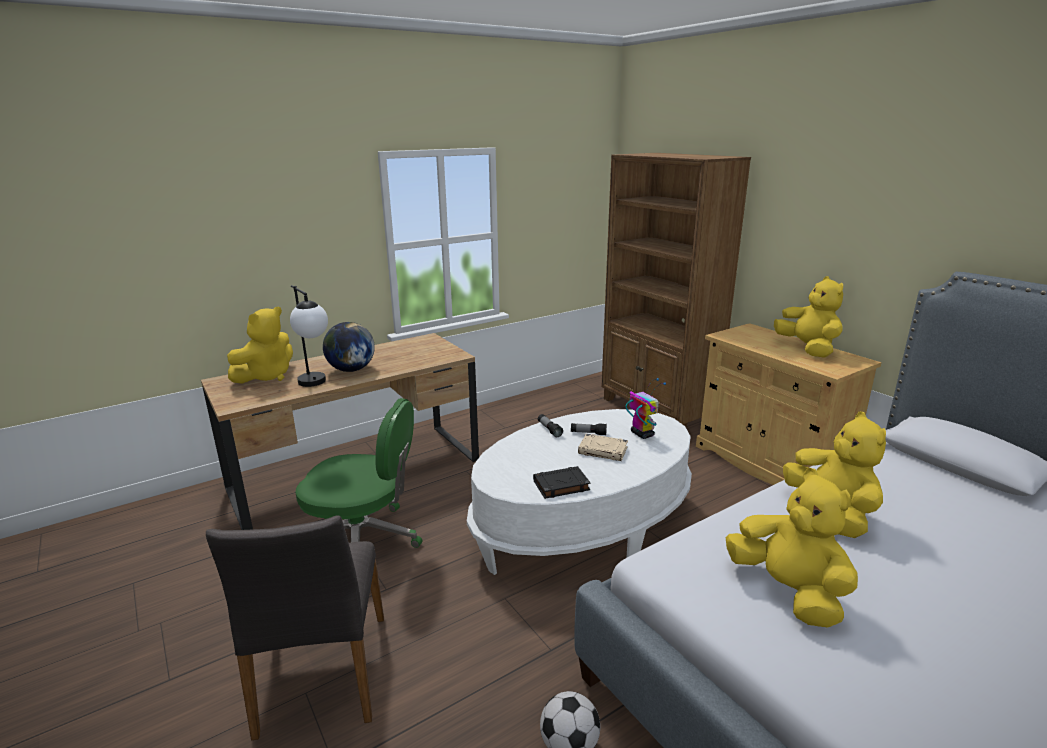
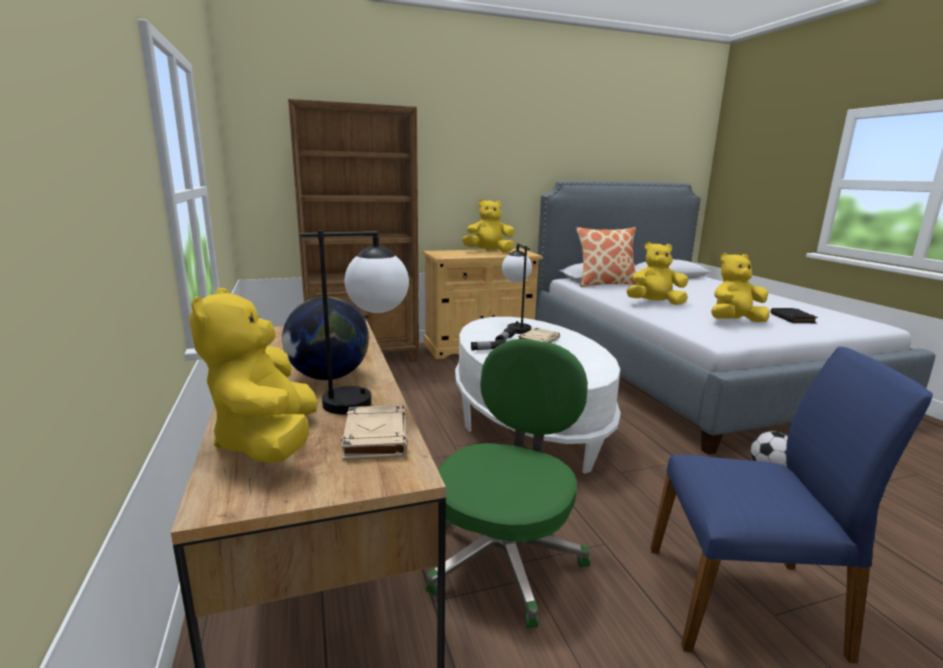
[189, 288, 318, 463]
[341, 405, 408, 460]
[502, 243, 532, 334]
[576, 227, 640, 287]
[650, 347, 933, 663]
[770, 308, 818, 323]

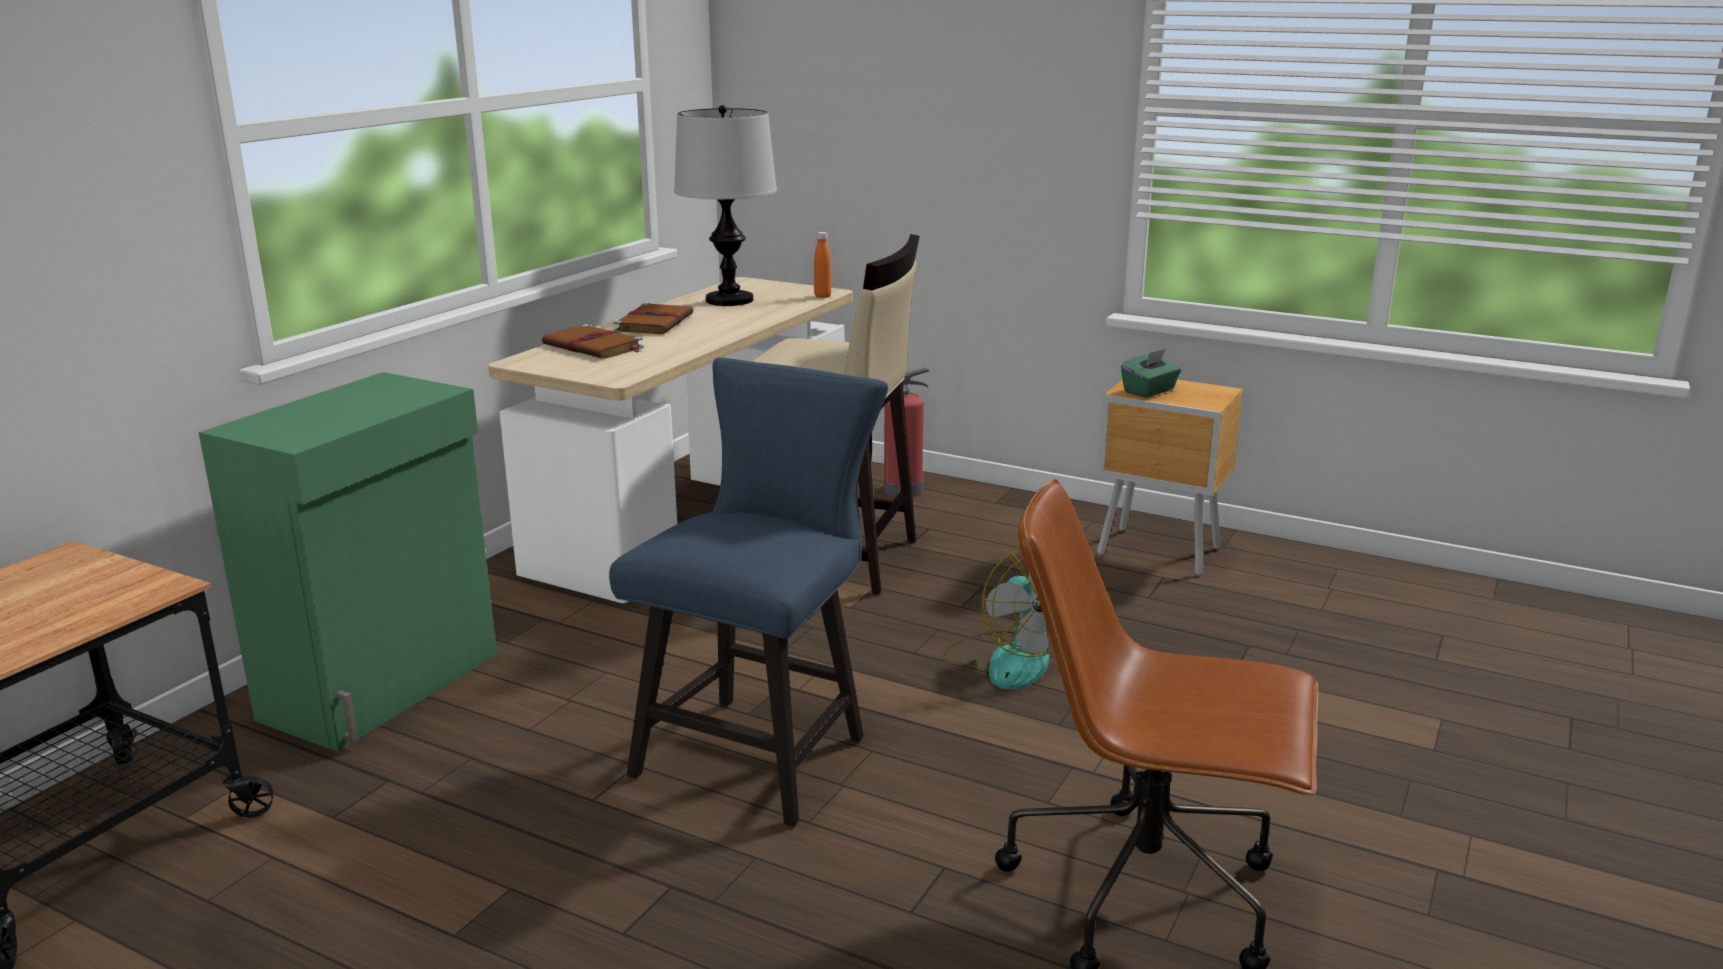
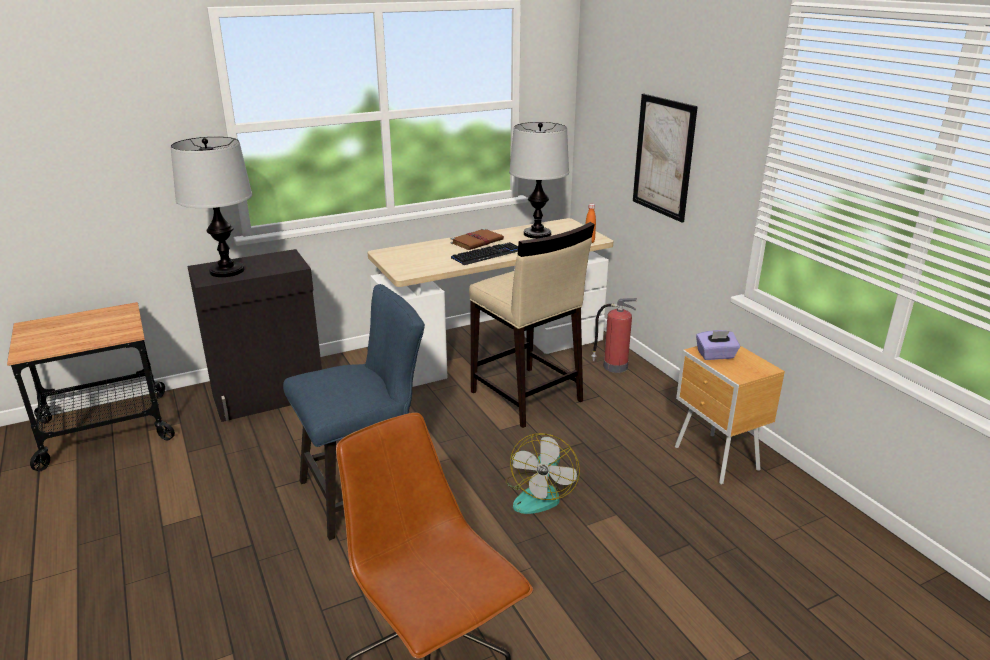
[171, 137, 252, 277]
[187, 249, 322, 422]
[451, 242, 518, 265]
[633, 94, 698, 223]
[696, 330, 740, 360]
[542, 324, 644, 359] (first image)

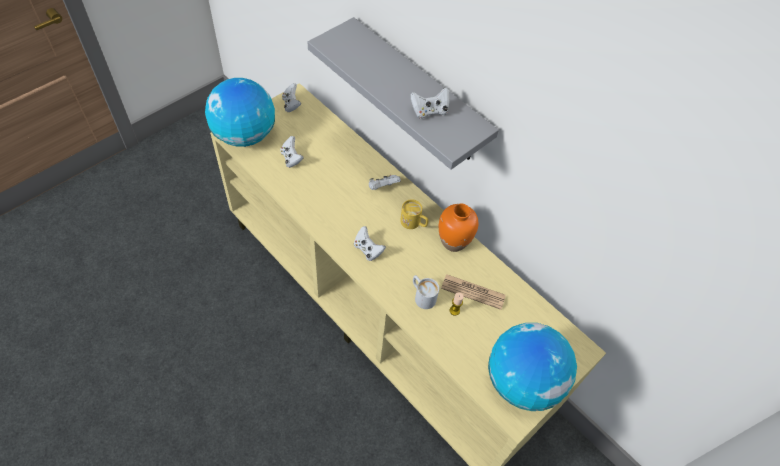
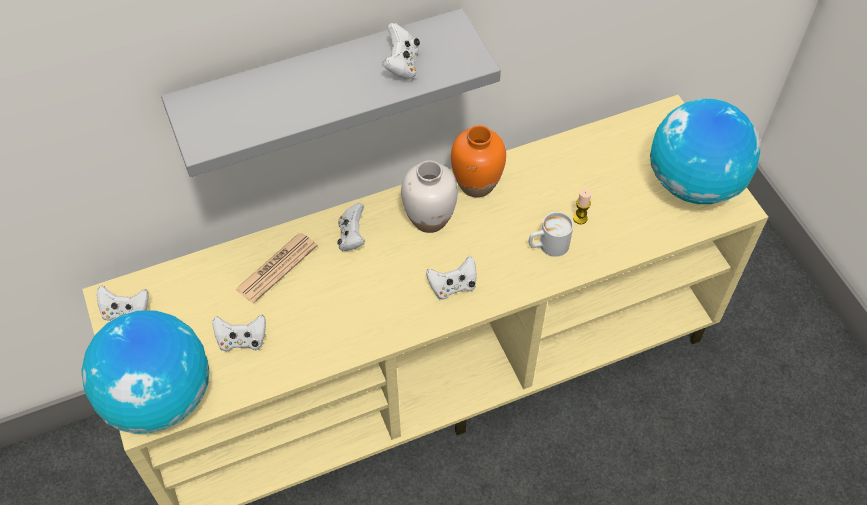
[235, 233, 318, 303]
[401, 160, 458, 233]

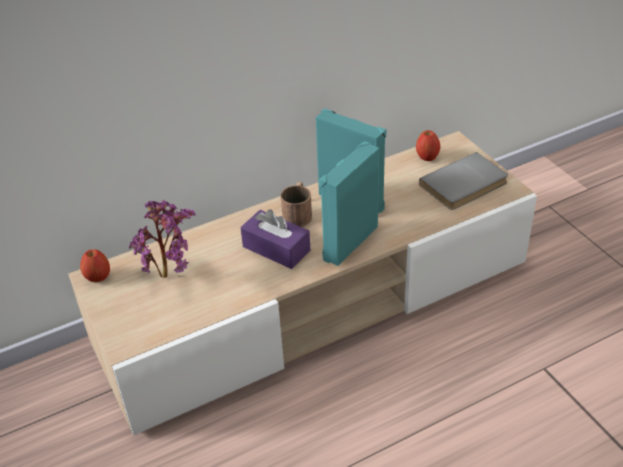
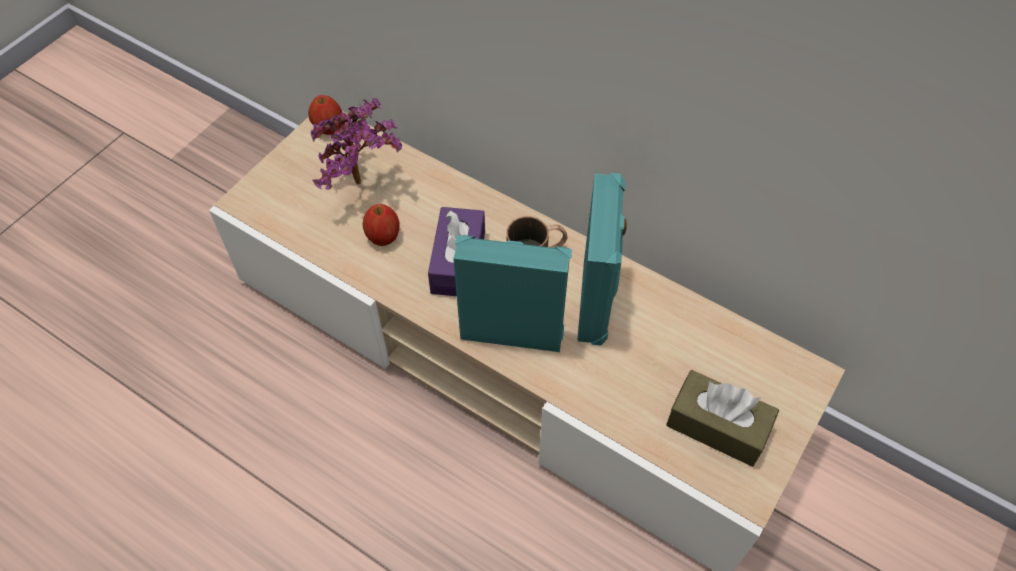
[363, 204, 400, 246]
[666, 370, 779, 467]

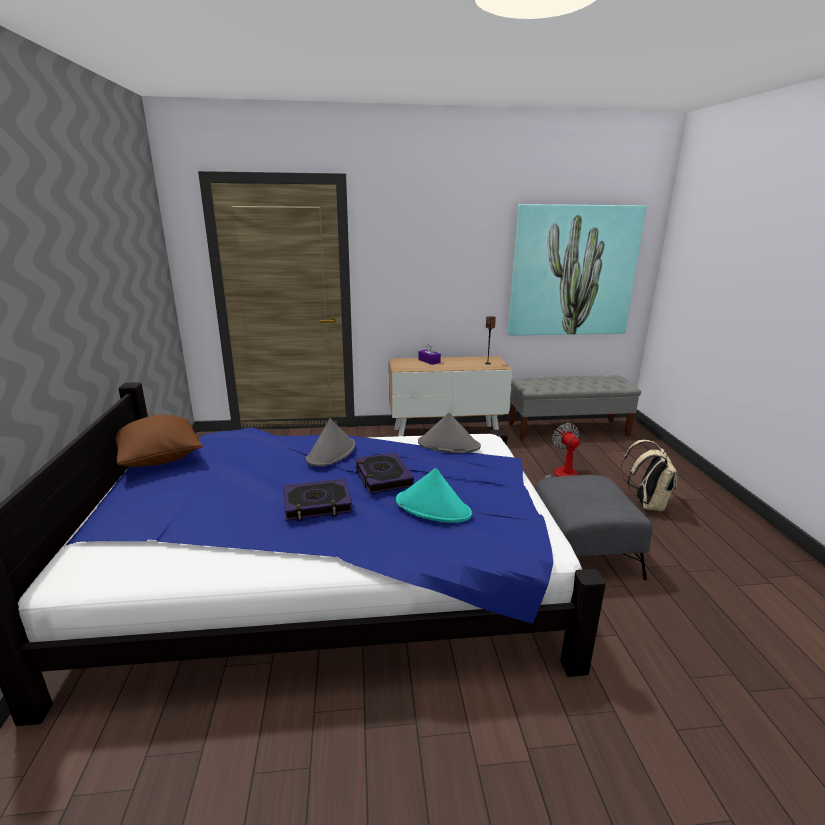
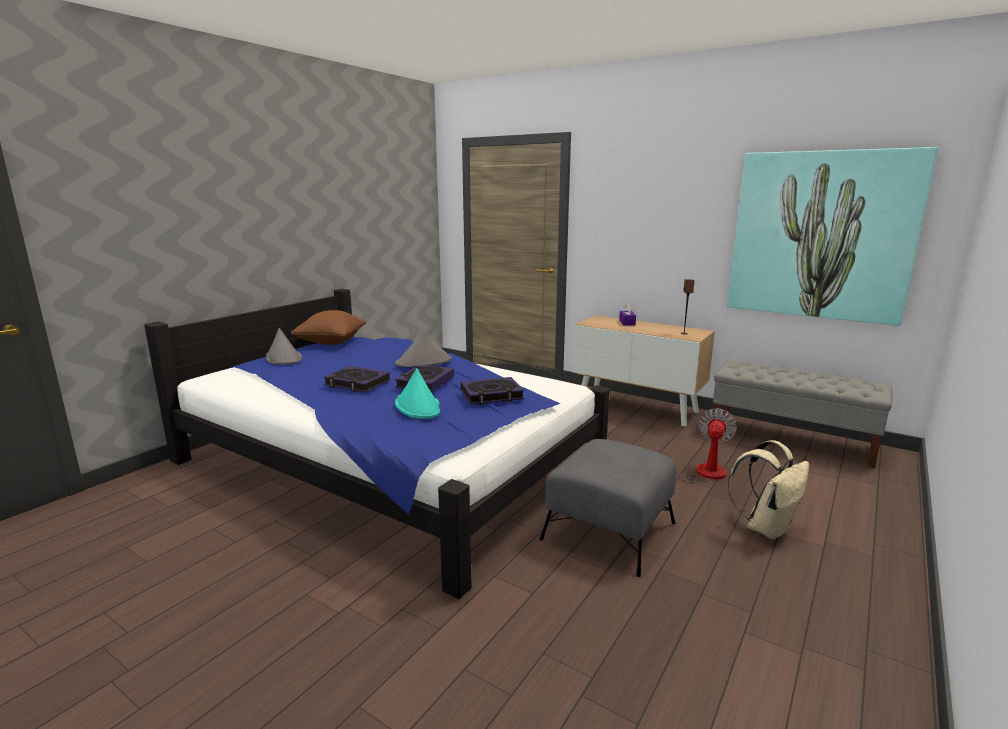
[265, 328, 302, 365]
[461, 377, 524, 405]

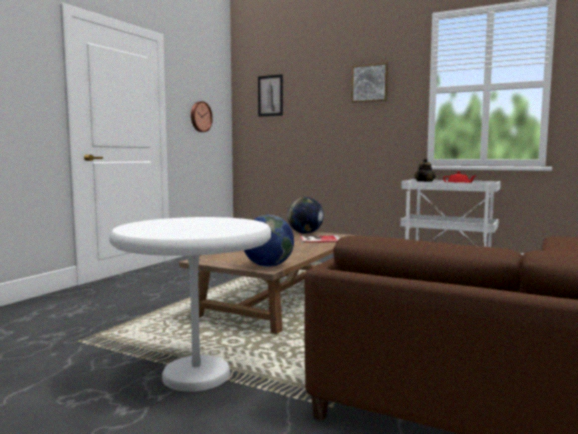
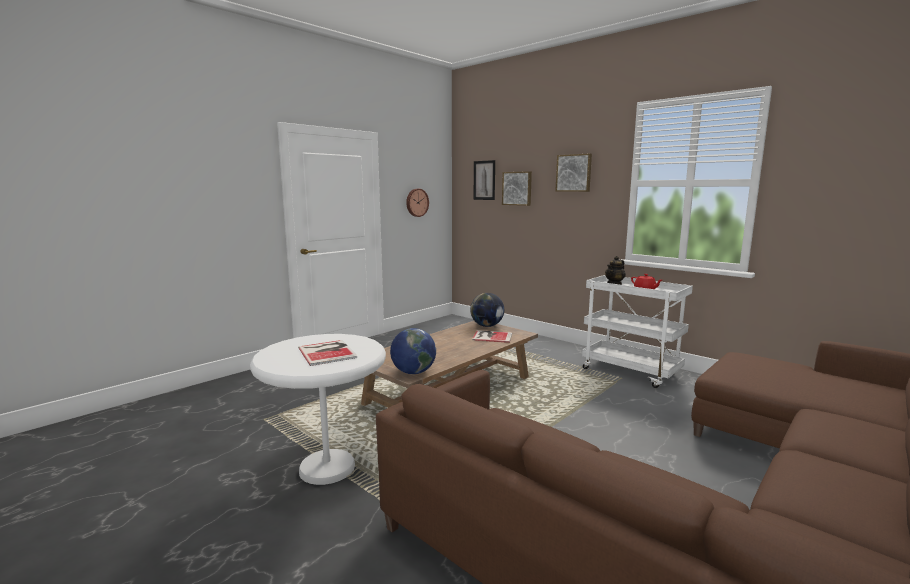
[298, 340, 357, 366]
[502, 171, 532, 206]

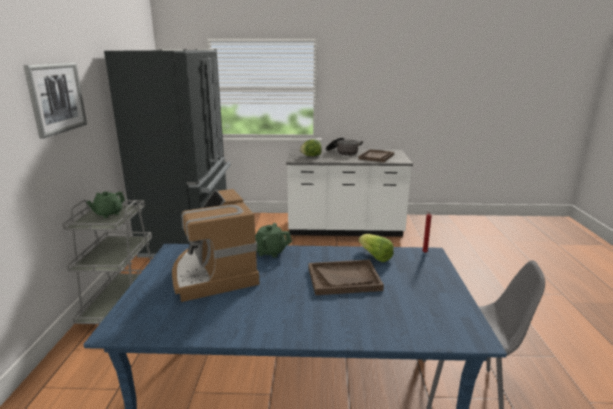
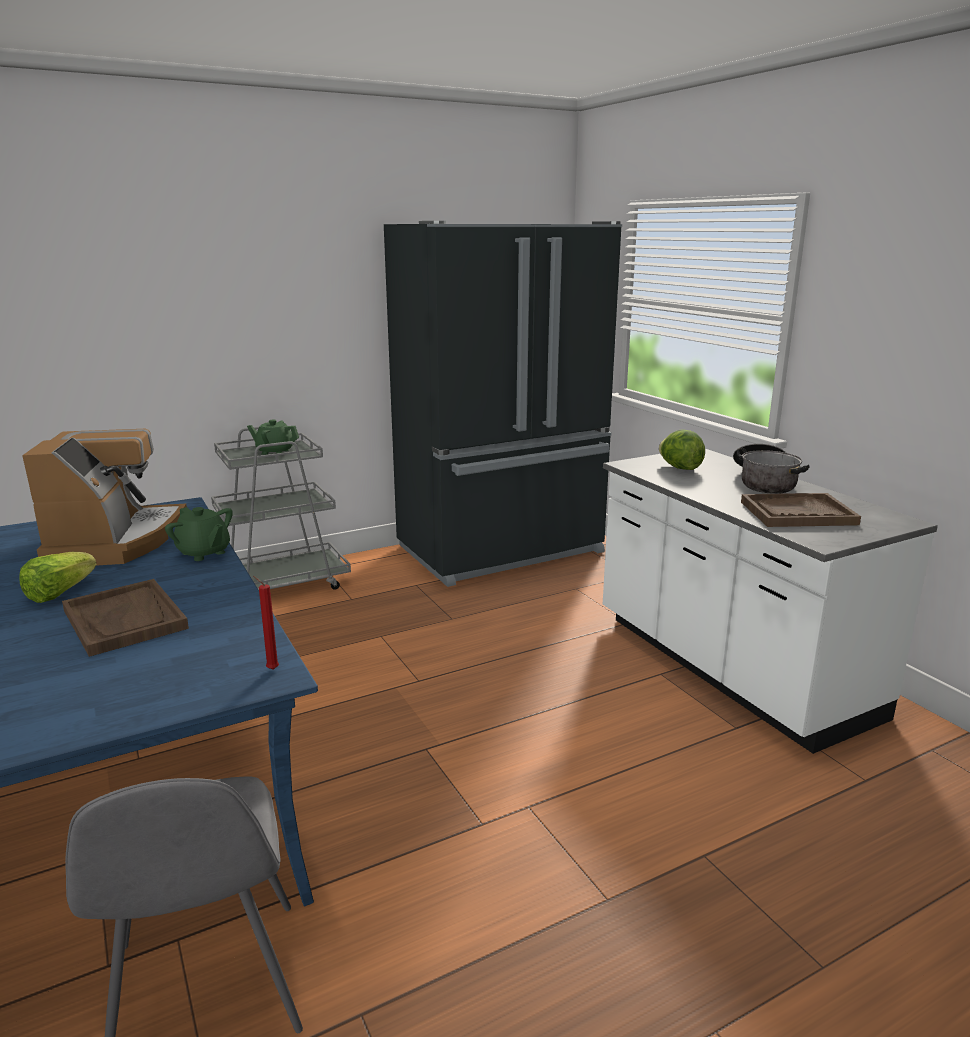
[19, 552, 97, 603]
[22, 429, 187, 566]
[165, 507, 233, 561]
[23, 63, 87, 139] (first image)

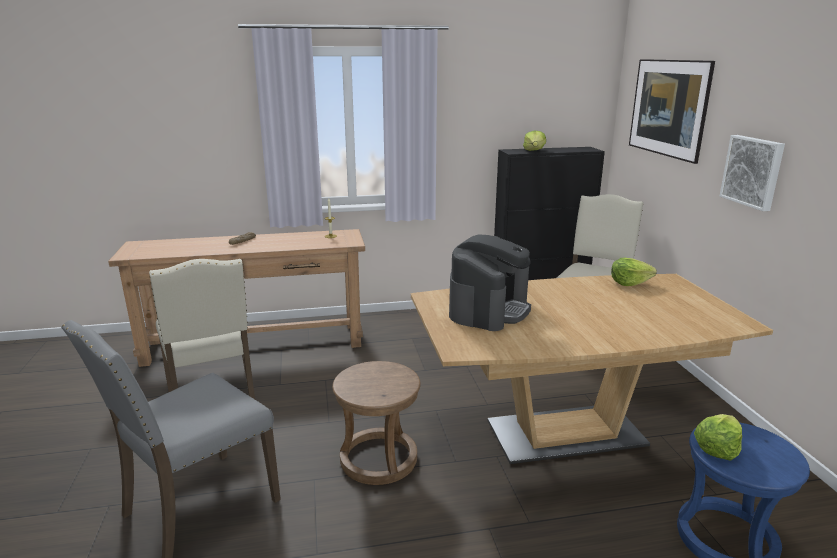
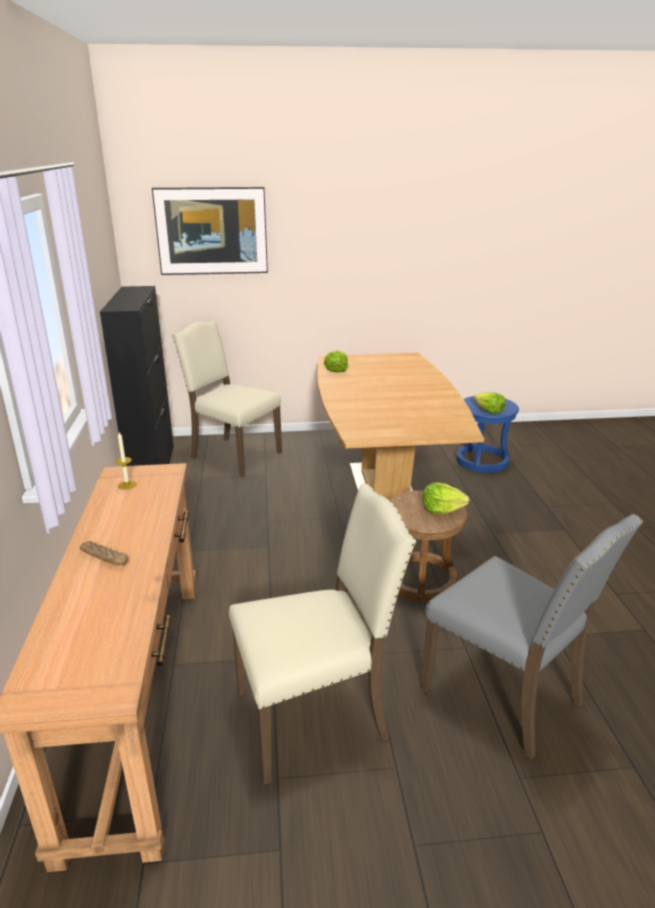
[423, 482, 470, 514]
[449, 234, 531, 331] (first image)
[719, 135, 785, 211] (first image)

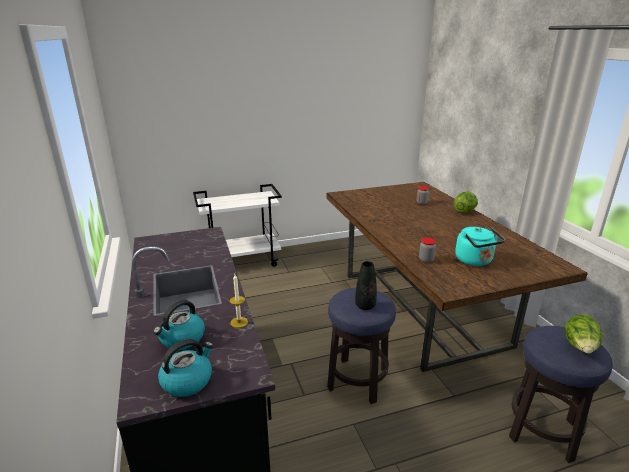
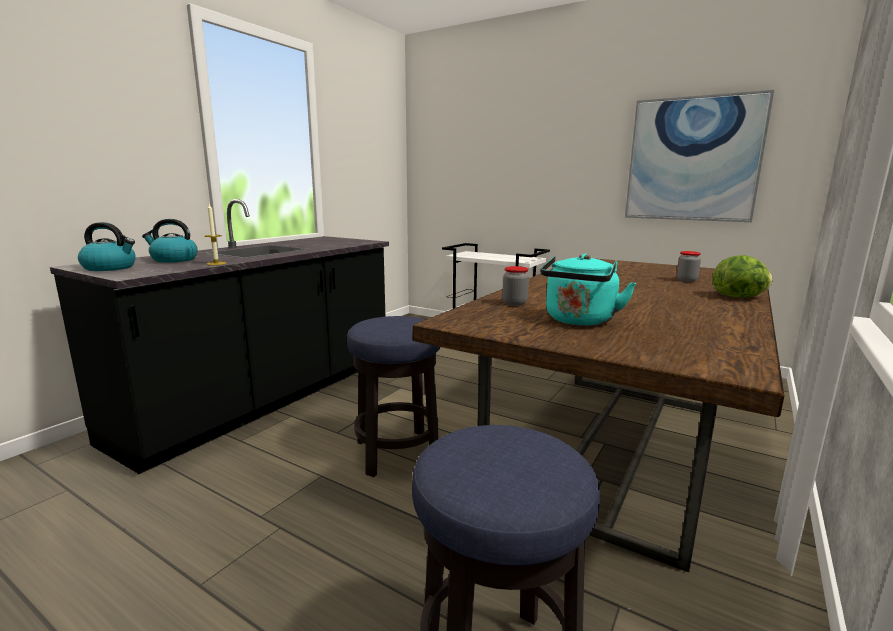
[625, 90, 774, 222]
[355, 261, 377, 310] (first image)
[565, 314, 603, 354] (first image)

